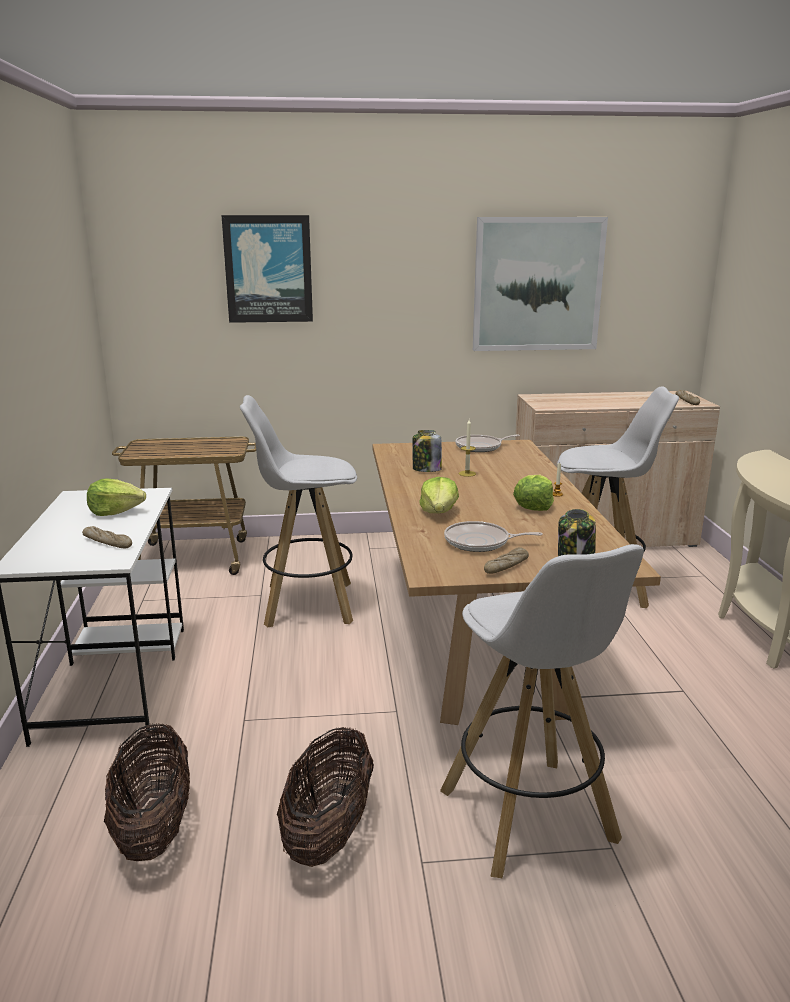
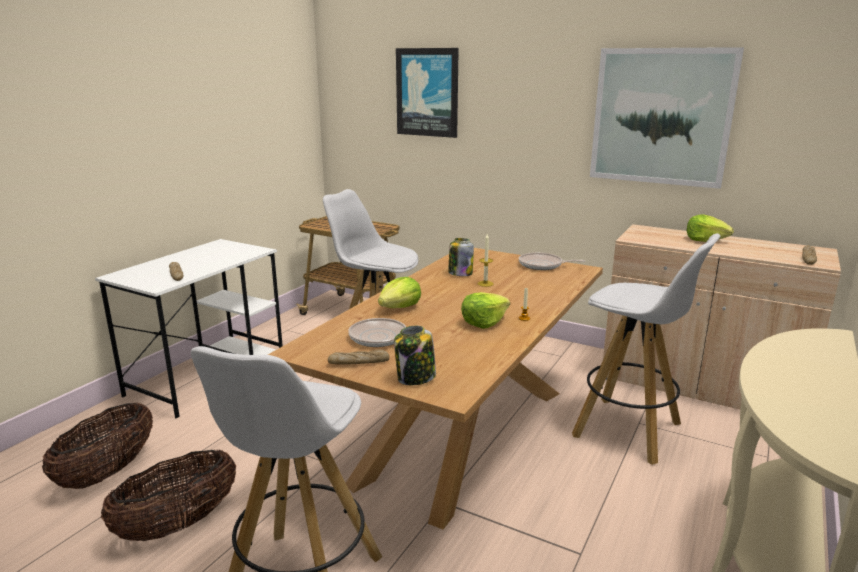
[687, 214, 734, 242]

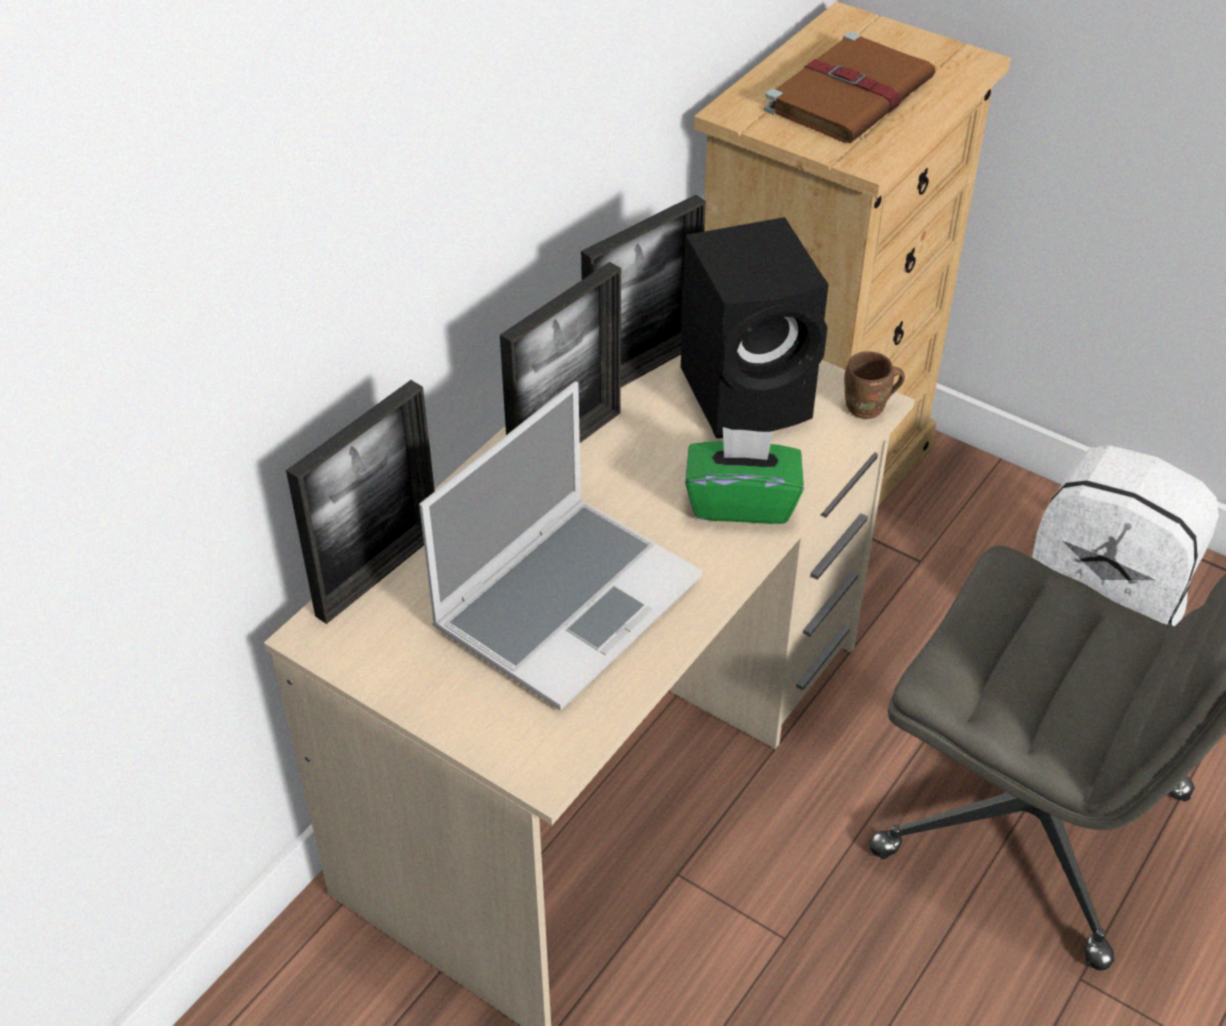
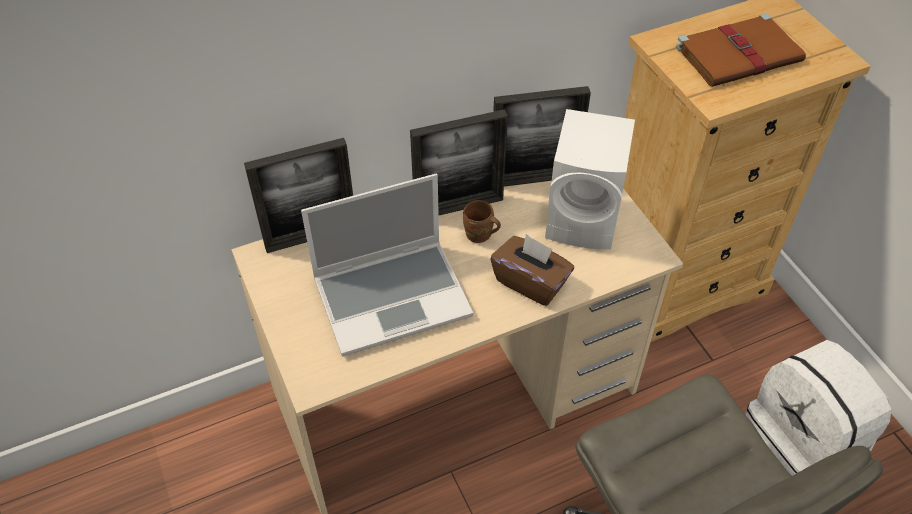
[463, 200, 501, 243]
[490, 234, 574, 306]
[545, 109, 635, 249]

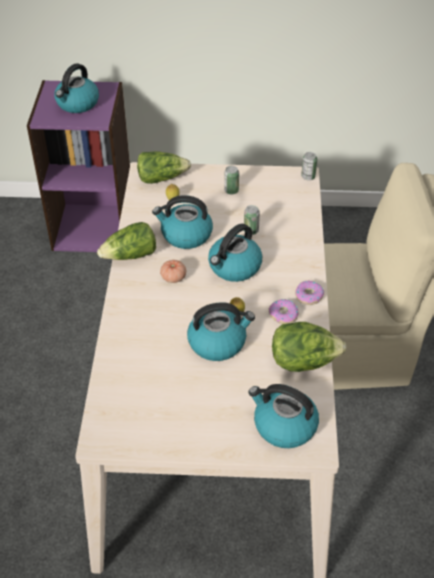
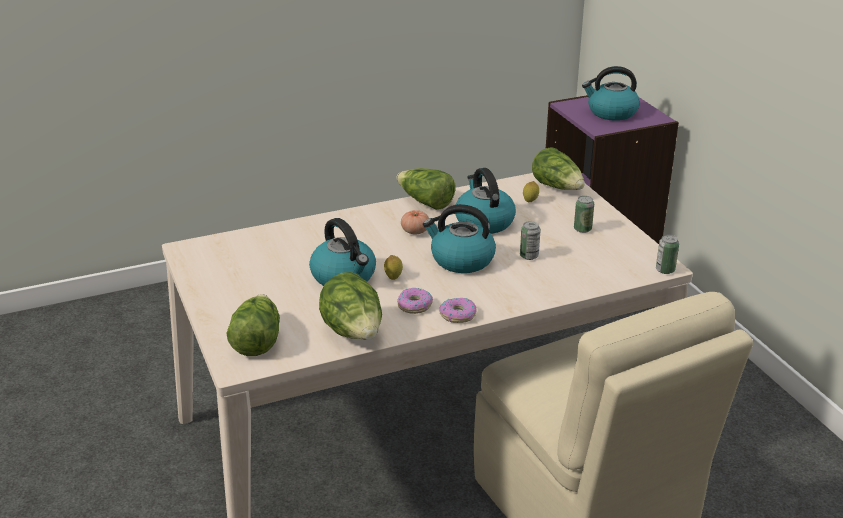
[226, 294, 280, 356]

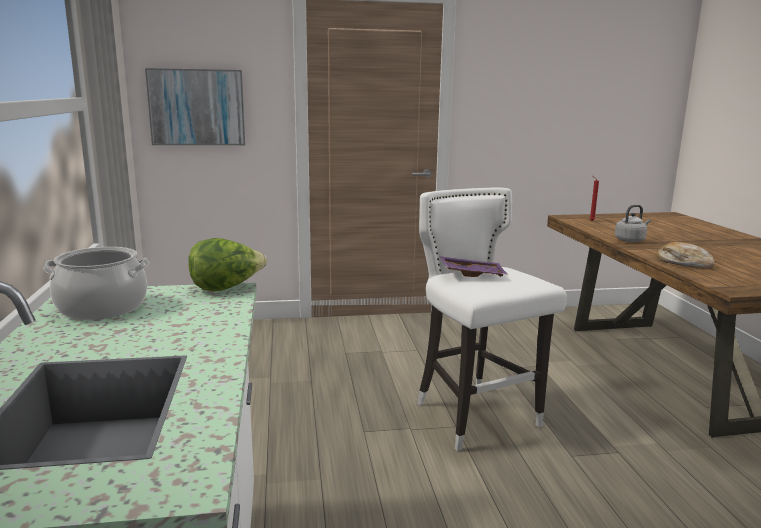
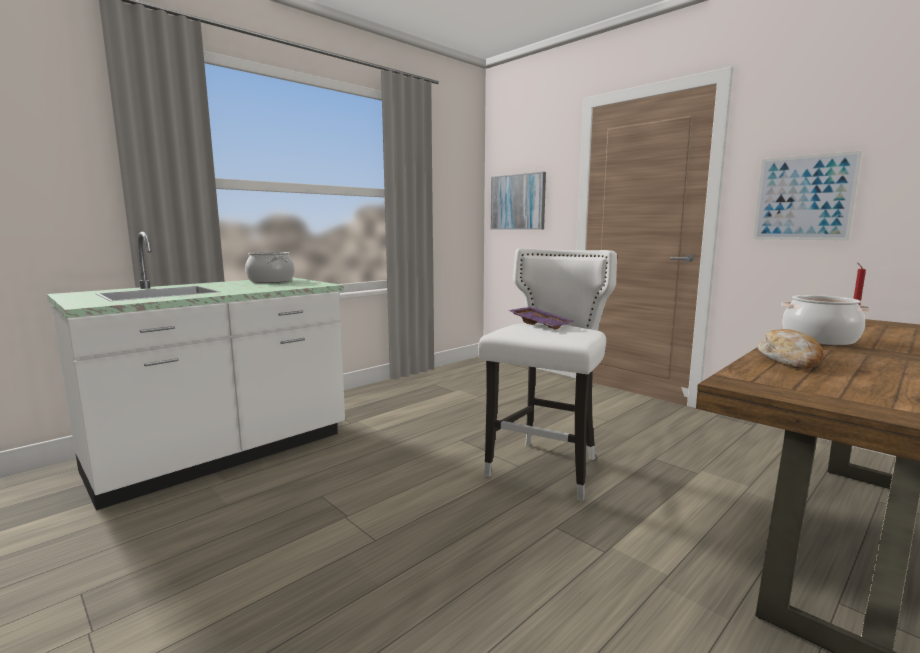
[753, 151, 862, 241]
[781, 295, 871, 345]
[188, 238, 267, 291] (first image)

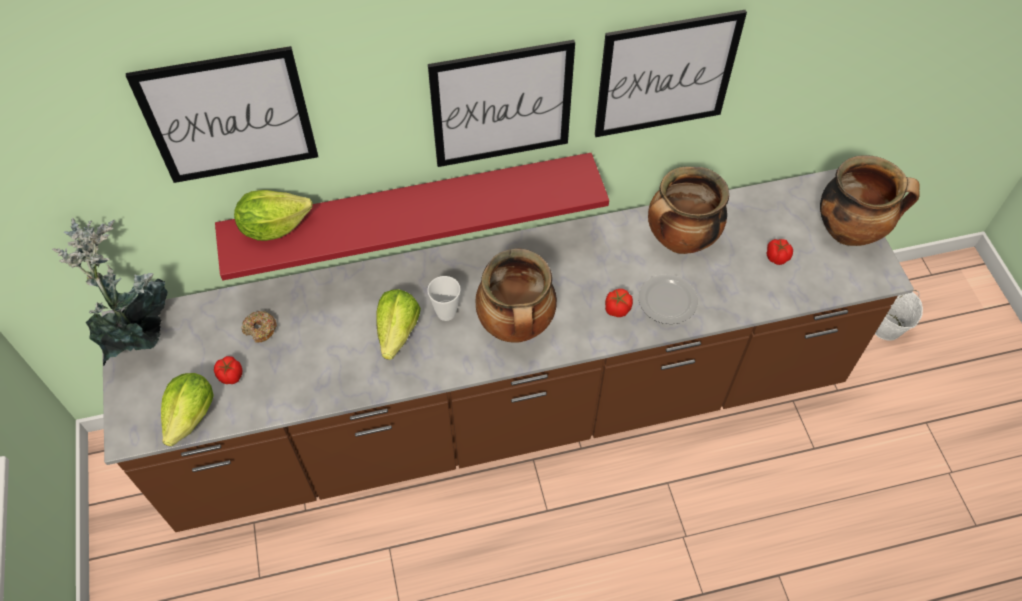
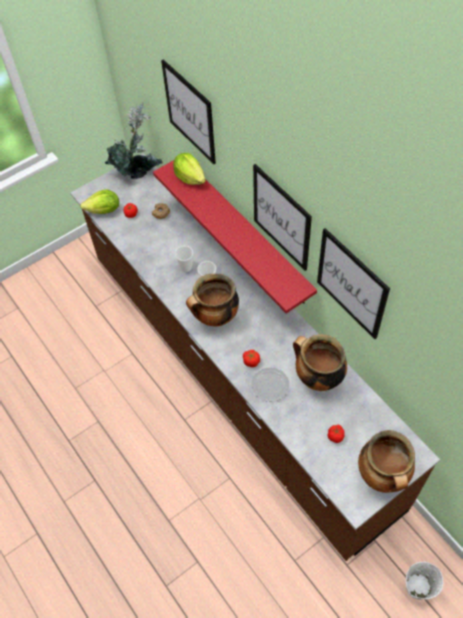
[175, 246, 193, 272]

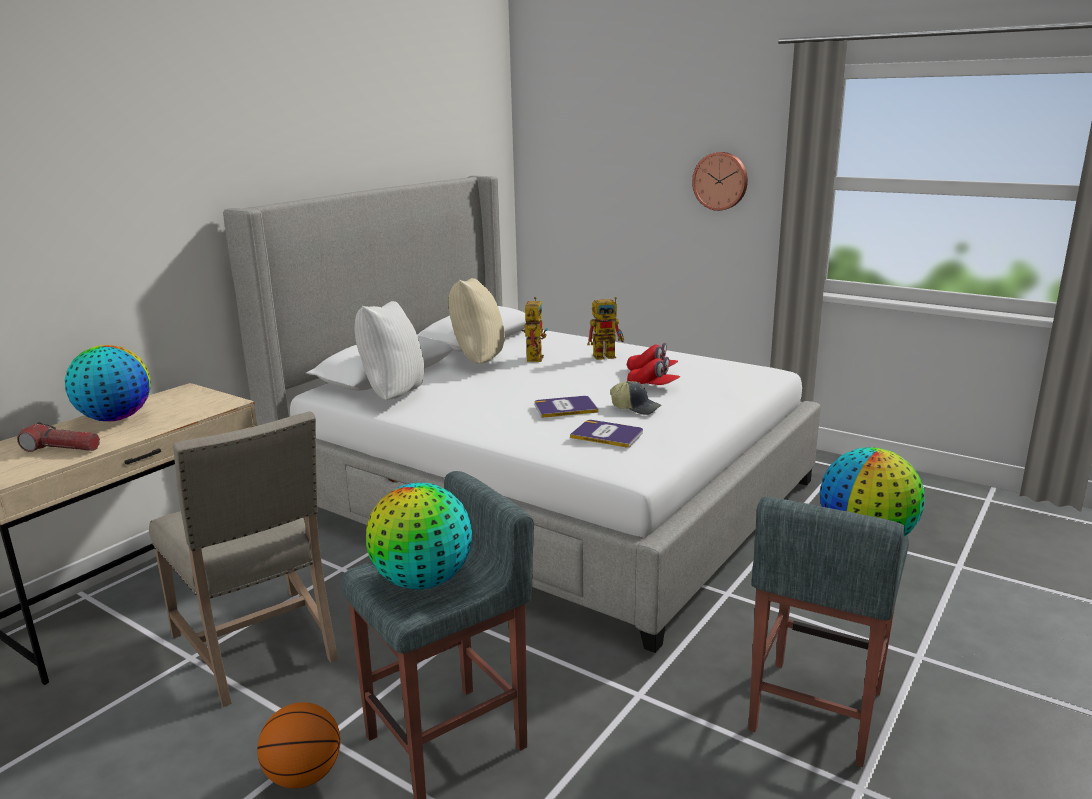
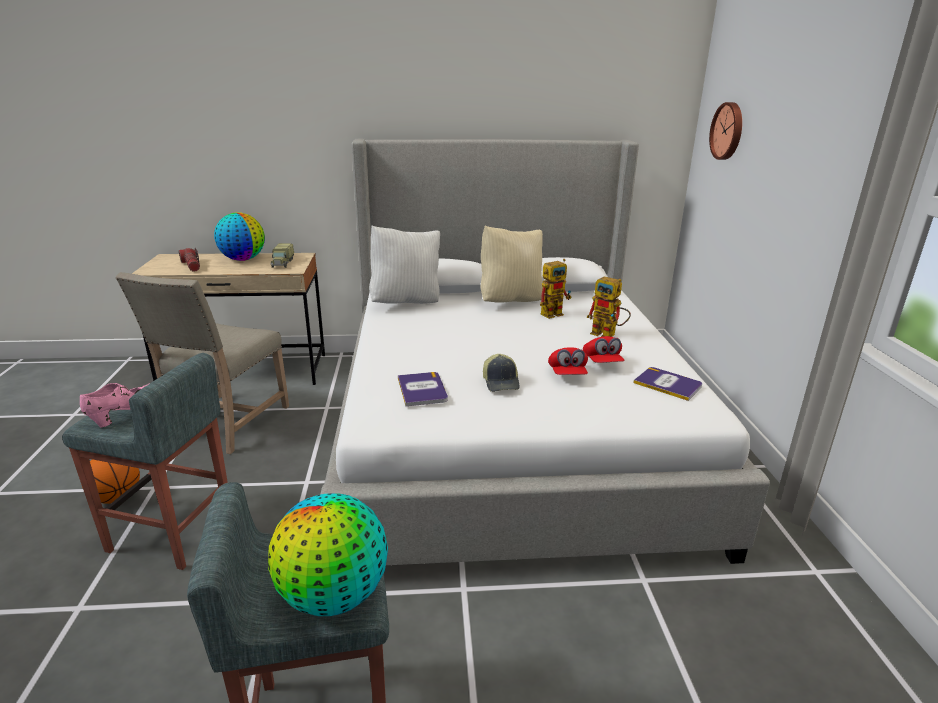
[80, 383, 150, 428]
[271, 243, 294, 268]
[634, 367, 702, 401]
[709, 102, 742, 160]

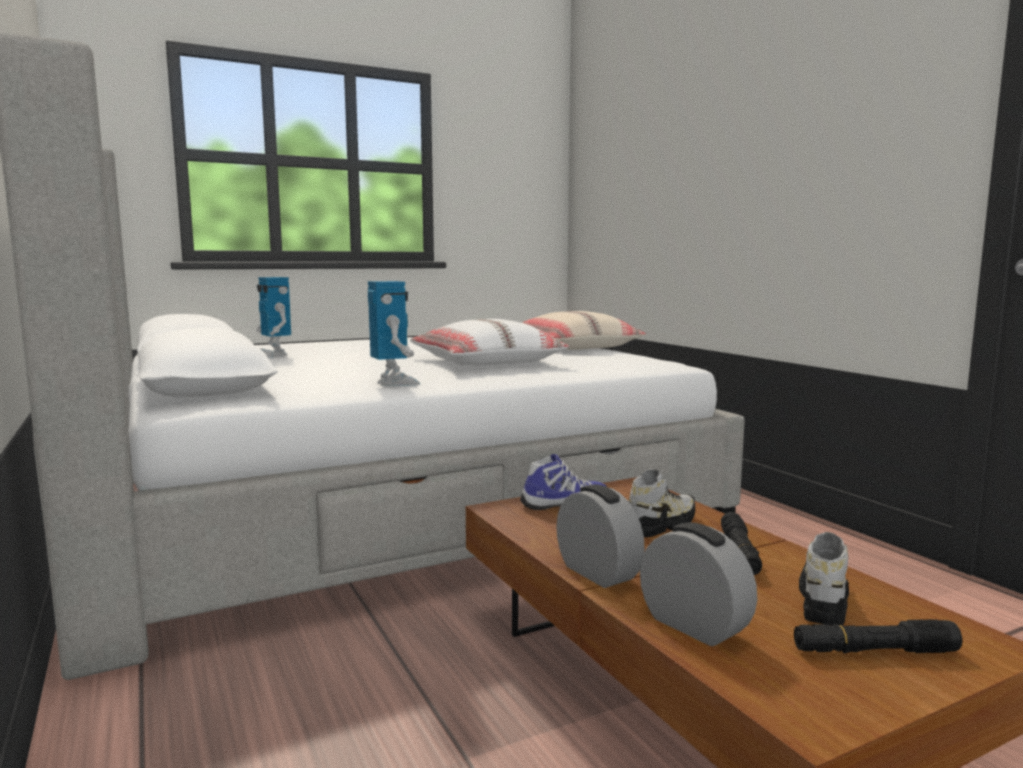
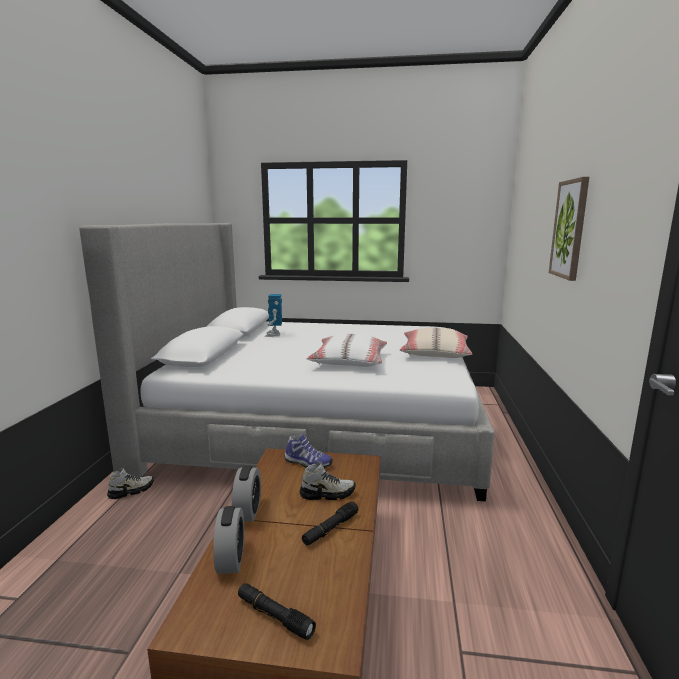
[107, 468, 154, 499]
[549, 177, 589, 281]
[368, 281, 420, 386] (first image)

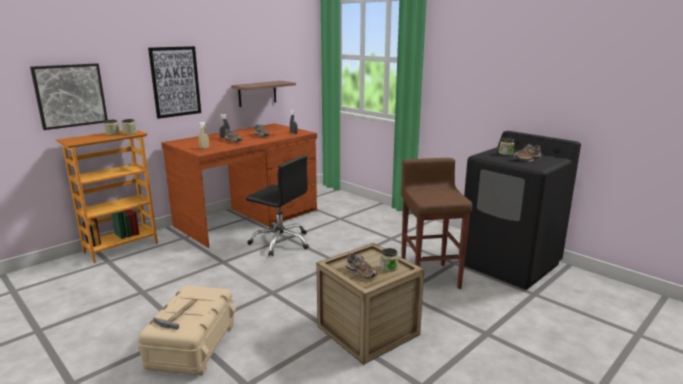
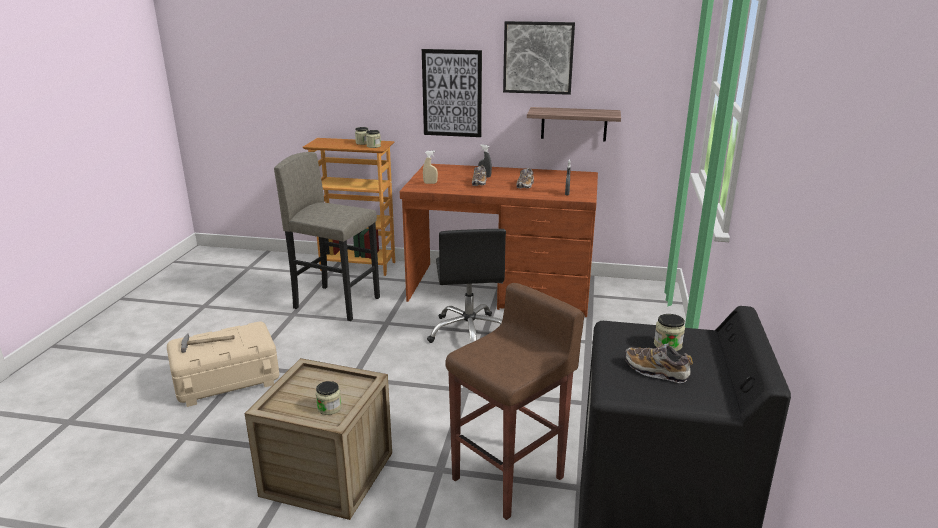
[274, 152, 380, 321]
[503, 21, 575, 95]
[346, 253, 378, 279] (first image)

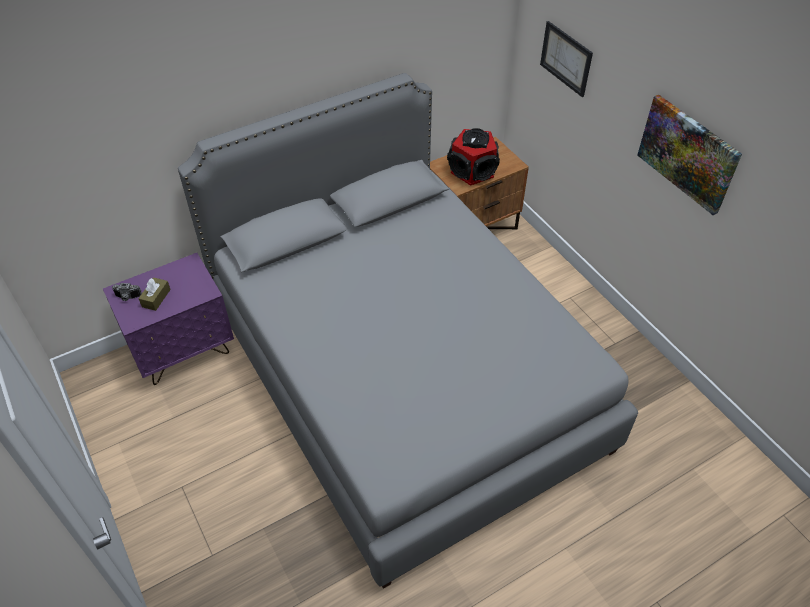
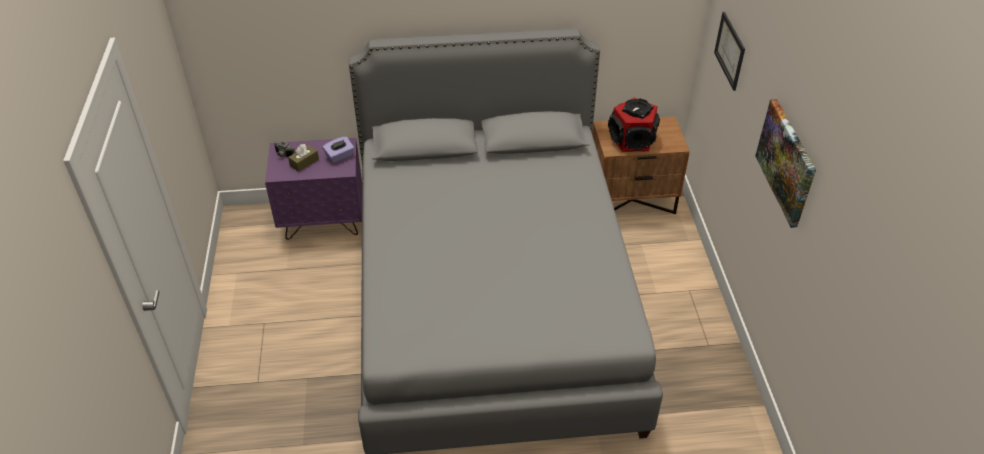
[323, 137, 354, 163]

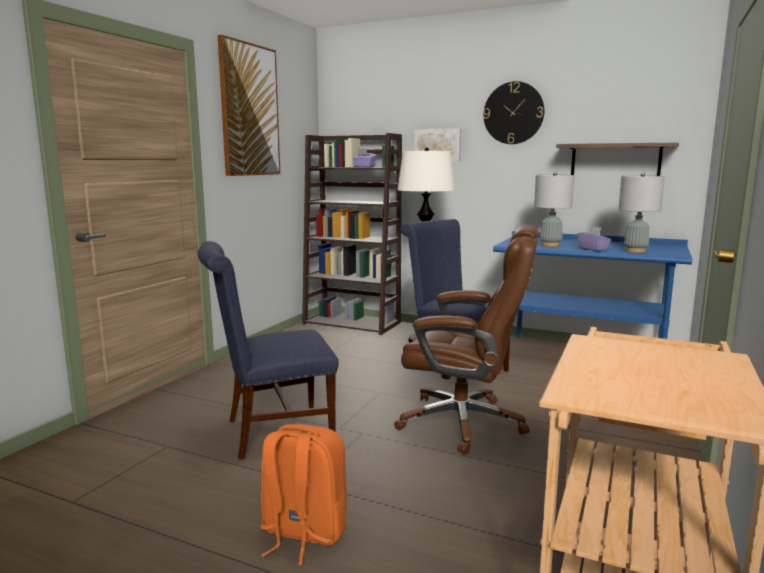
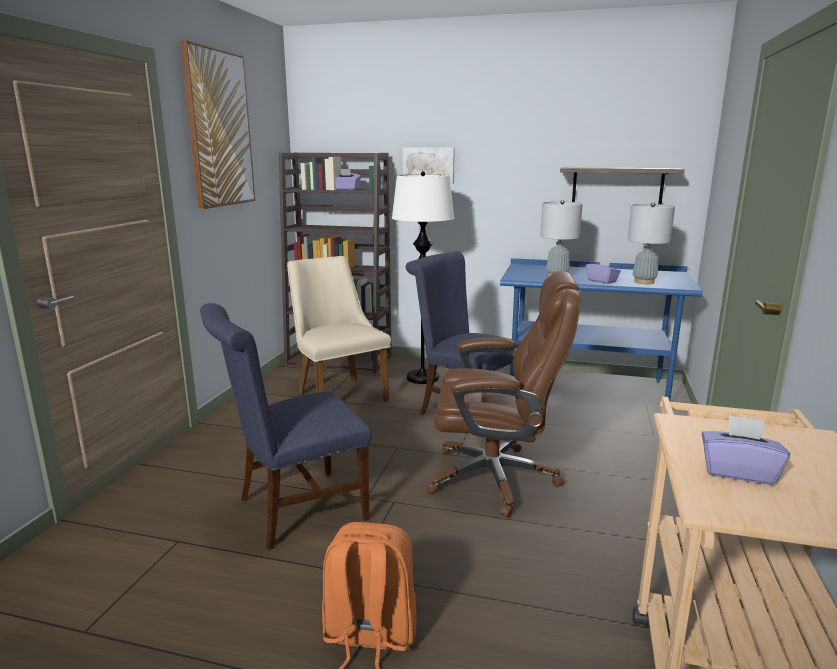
[287, 256, 391, 401]
[701, 415, 790, 485]
[483, 81, 544, 144] (first image)

